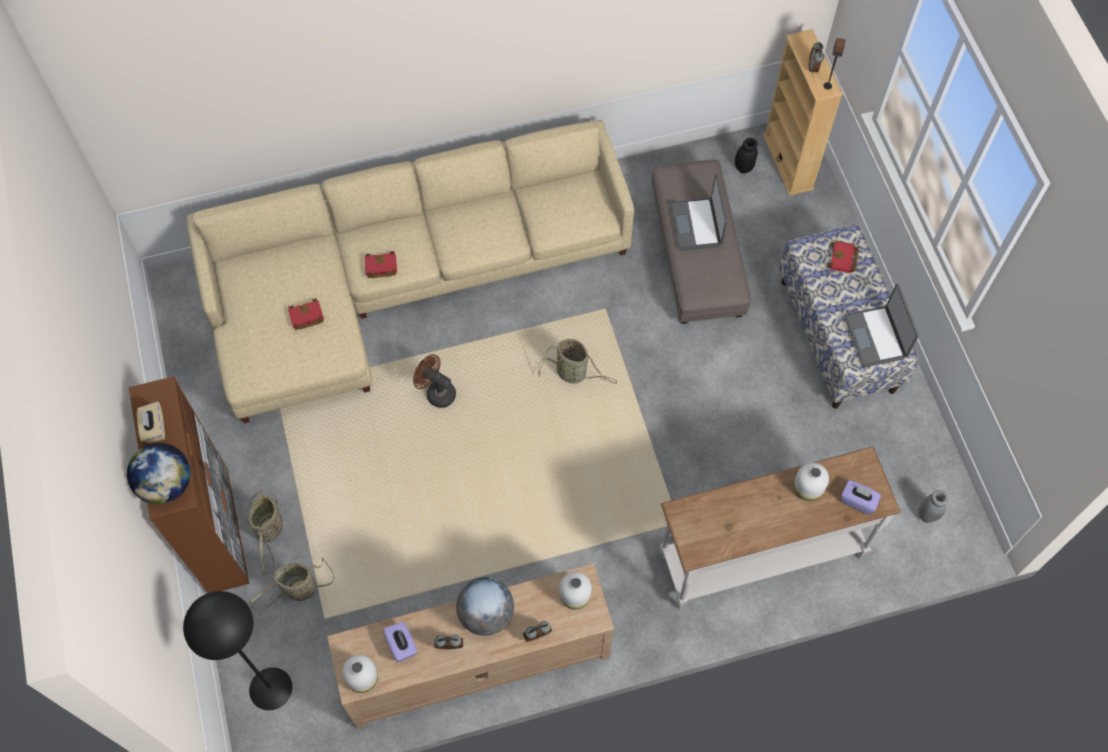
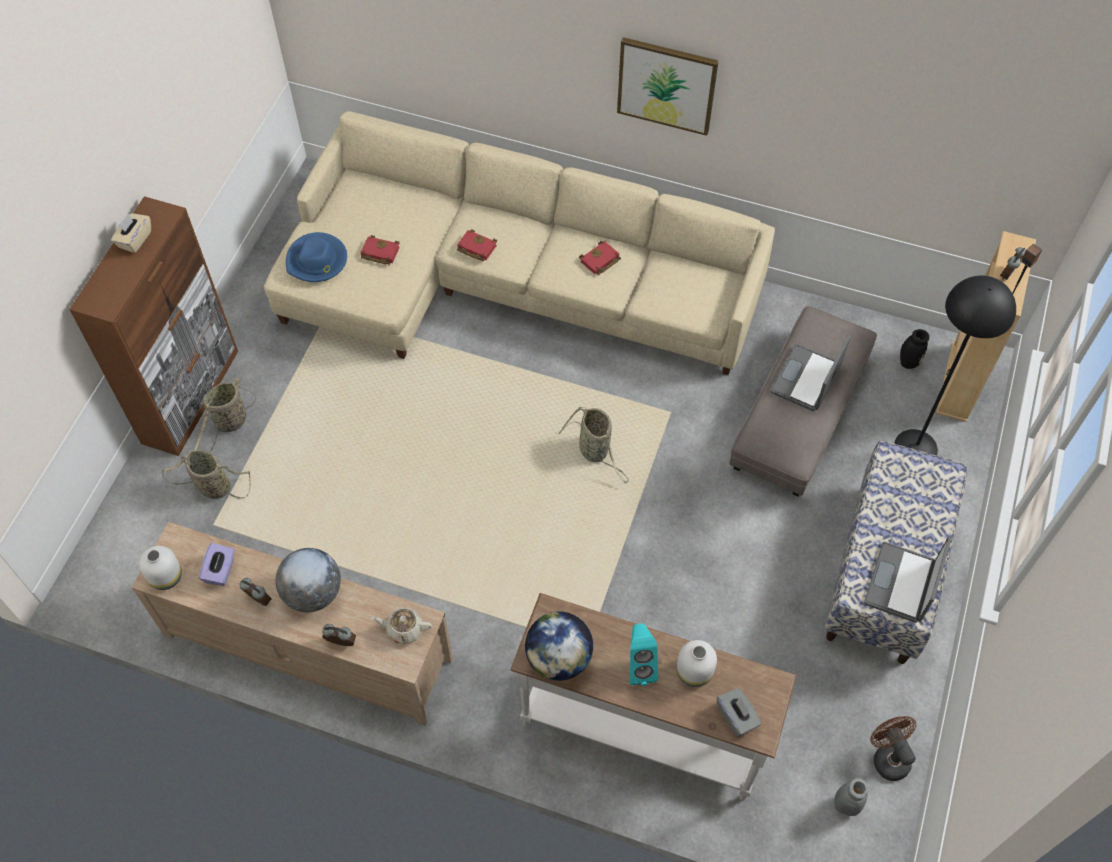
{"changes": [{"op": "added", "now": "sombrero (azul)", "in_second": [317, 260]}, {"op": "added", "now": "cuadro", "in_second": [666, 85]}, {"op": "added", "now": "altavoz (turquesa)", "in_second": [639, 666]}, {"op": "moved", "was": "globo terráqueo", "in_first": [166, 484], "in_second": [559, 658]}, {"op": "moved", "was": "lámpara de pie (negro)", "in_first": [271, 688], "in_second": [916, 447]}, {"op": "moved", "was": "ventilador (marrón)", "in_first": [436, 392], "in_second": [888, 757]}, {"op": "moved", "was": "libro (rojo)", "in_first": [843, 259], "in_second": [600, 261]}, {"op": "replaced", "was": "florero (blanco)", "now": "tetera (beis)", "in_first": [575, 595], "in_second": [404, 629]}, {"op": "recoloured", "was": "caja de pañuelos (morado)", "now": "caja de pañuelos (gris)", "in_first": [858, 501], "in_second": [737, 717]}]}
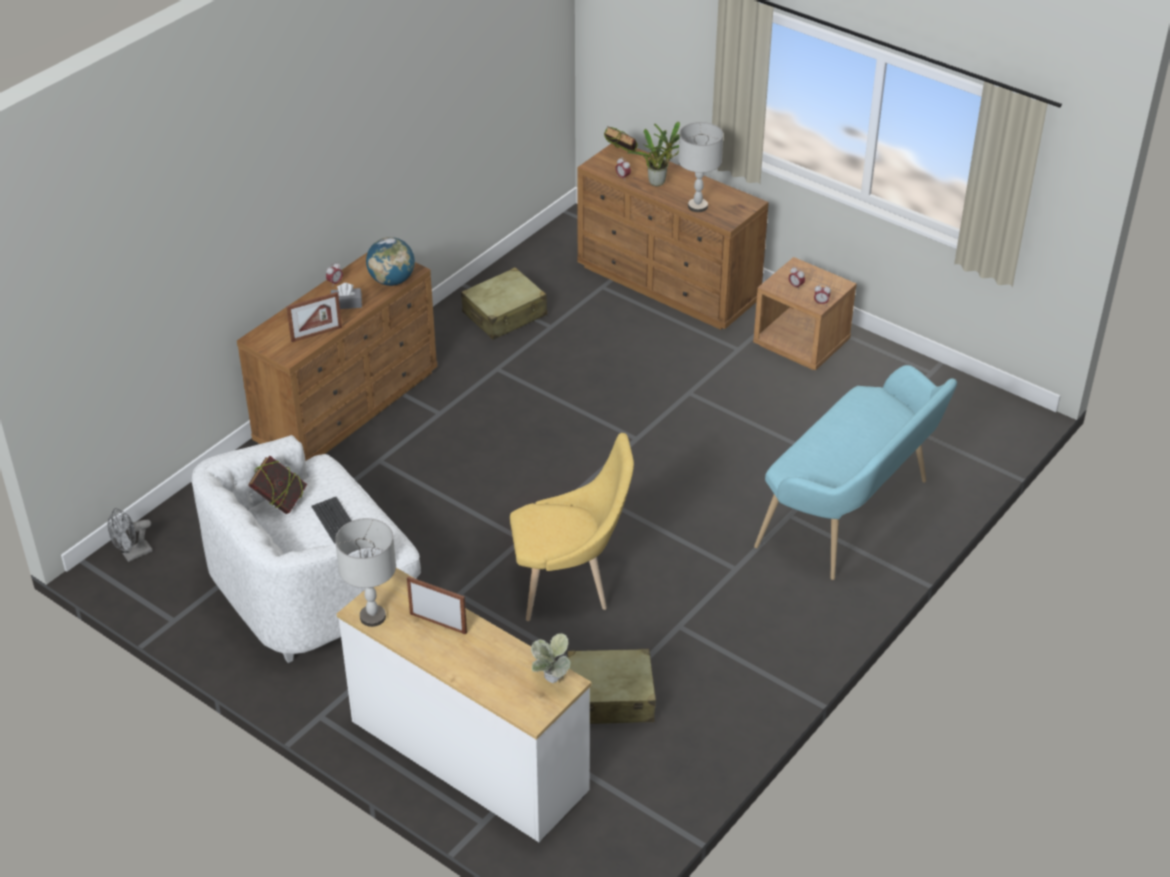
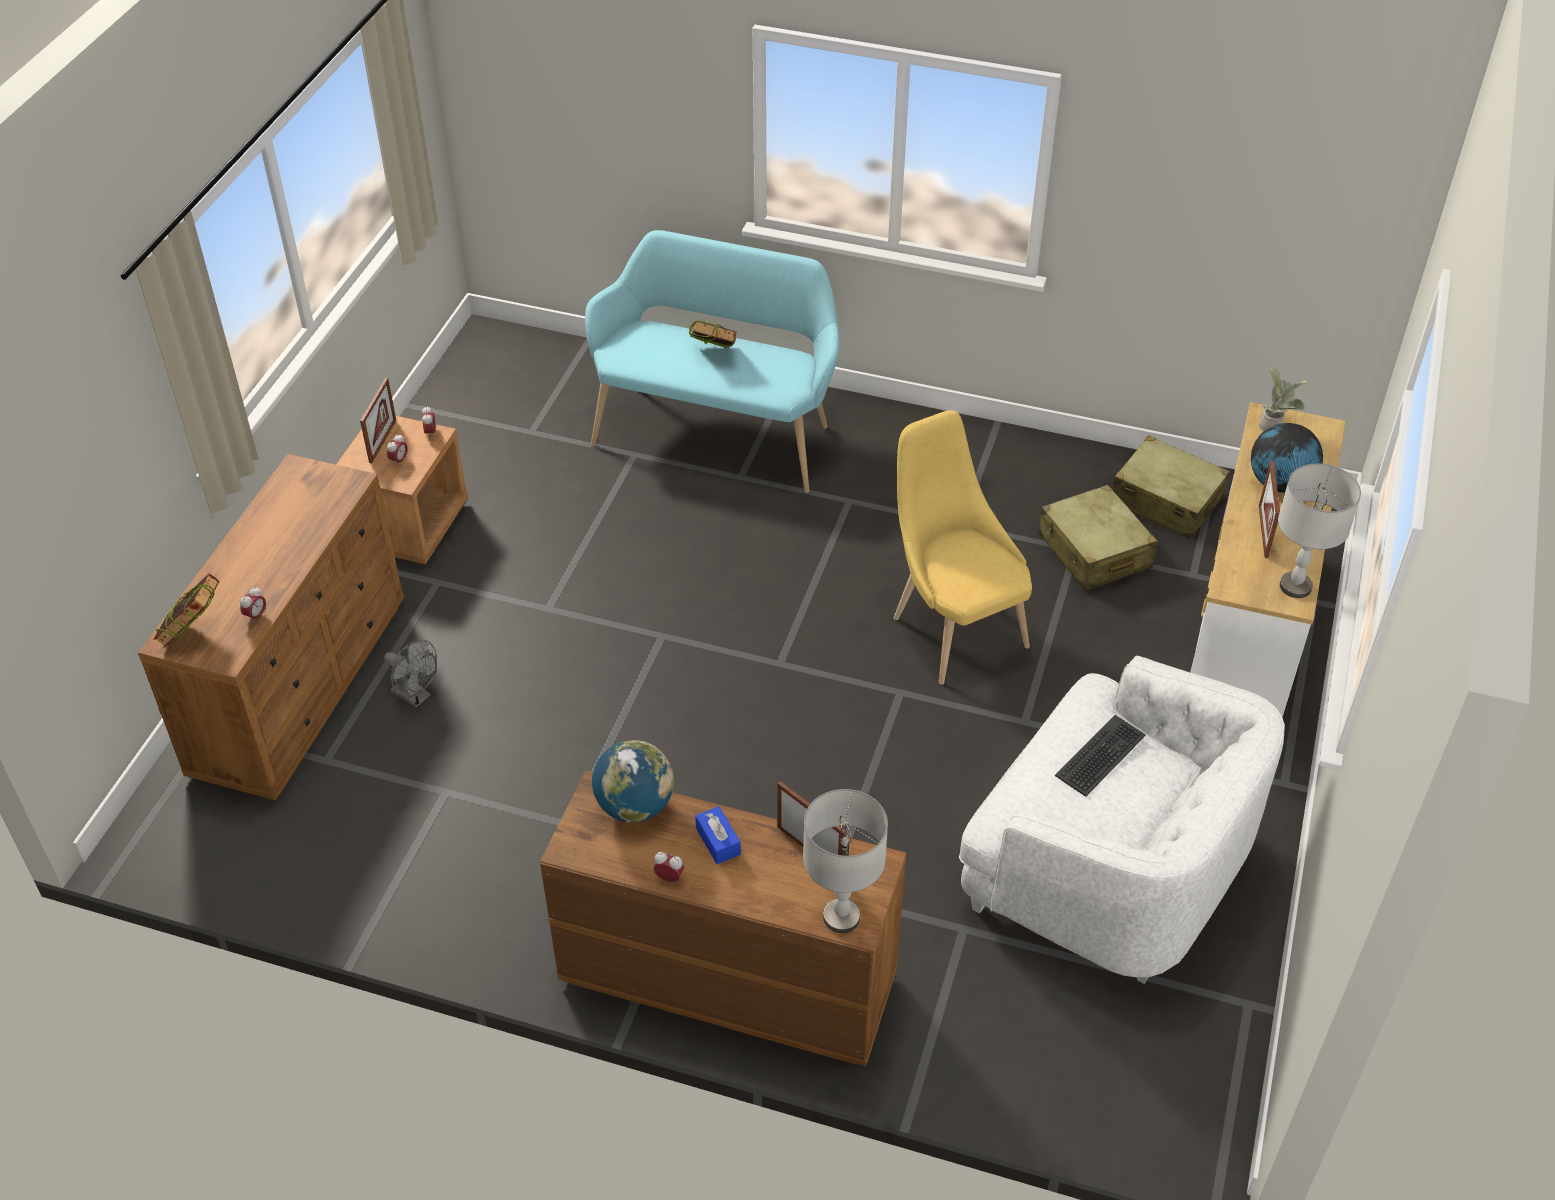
{"changes": [{"op": "removed", "was": "planta en maceta", "in_first": [659, 182]}, {"op": "added", "now": "portarretratos", "in_second": [382, 441]}, {"op": "added", "now": "globo terráqueo", "in_second": [1279, 484]}, {"op": "moved", "was": "ventilador (gris)", "in_first": [133, 555], "in_second": [416, 696]}, {"op": "moved", "was": "libro", "in_first": [280, 502], "in_second": [713, 356]}, {"op": "moved", "was": "maleta (beis)", "in_first": [505, 314], "in_second": [1165, 501]}, {"op": "moved", "was": "lámpara de mesa (gris)", "in_first": [697, 206], "in_second": [842, 918]}, {"op": "recoloured", "was": "caja de pañuelos (gris)", "now": "caja de pañuelos (azul)", "in_first": [346, 304], "in_second": [718, 841]}]}
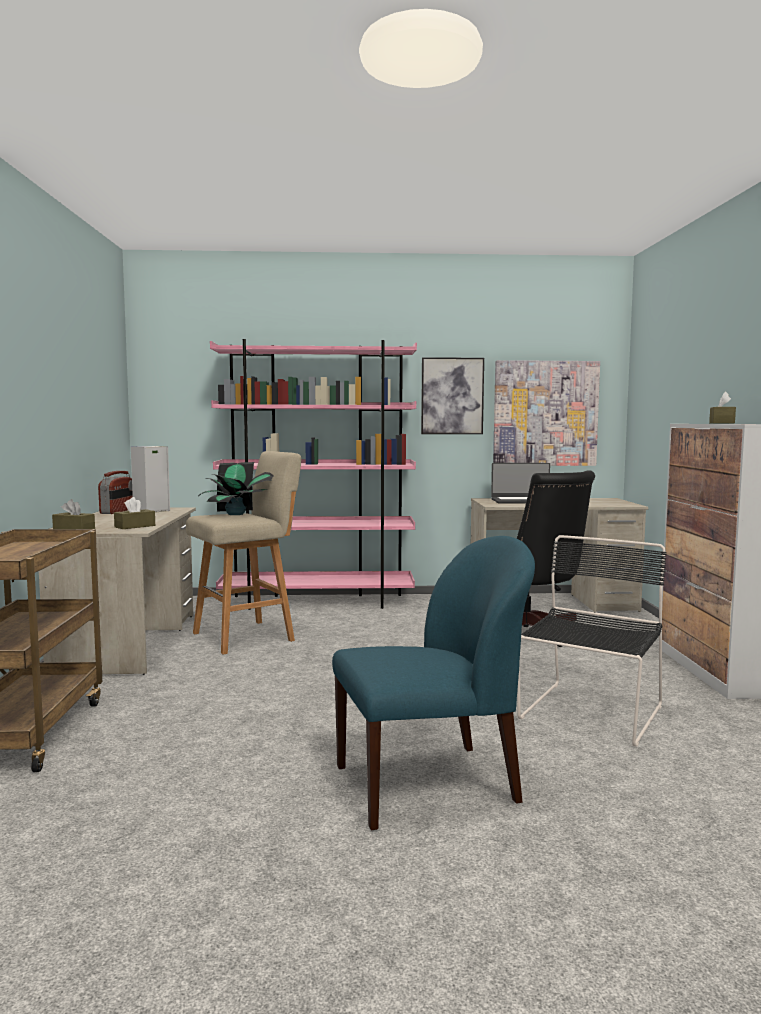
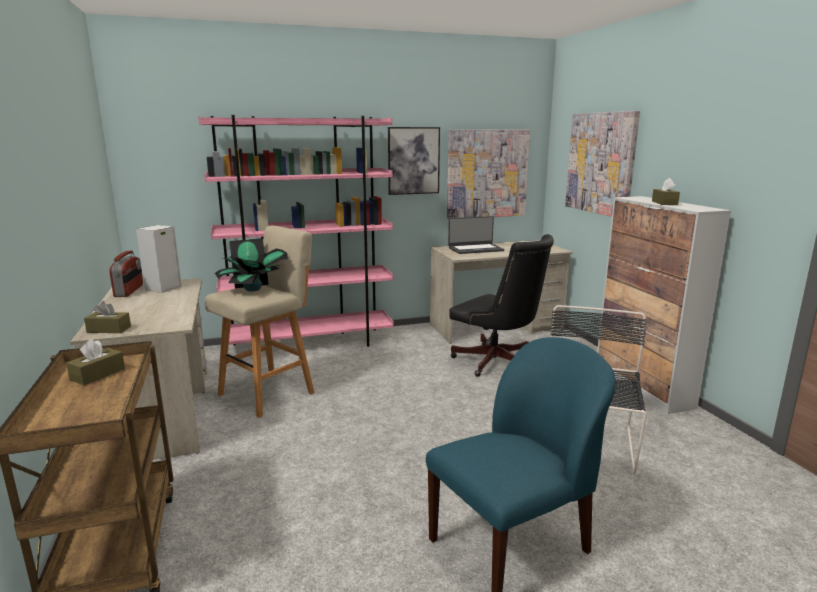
{"changes": [{"op": "added", "now": "cuadro", "in_second": [601, 163]}, {"op": "moved", "was": "caja de pañuelos (marrón)", "in_first": [135, 526], "in_second": [98, 374]}]}
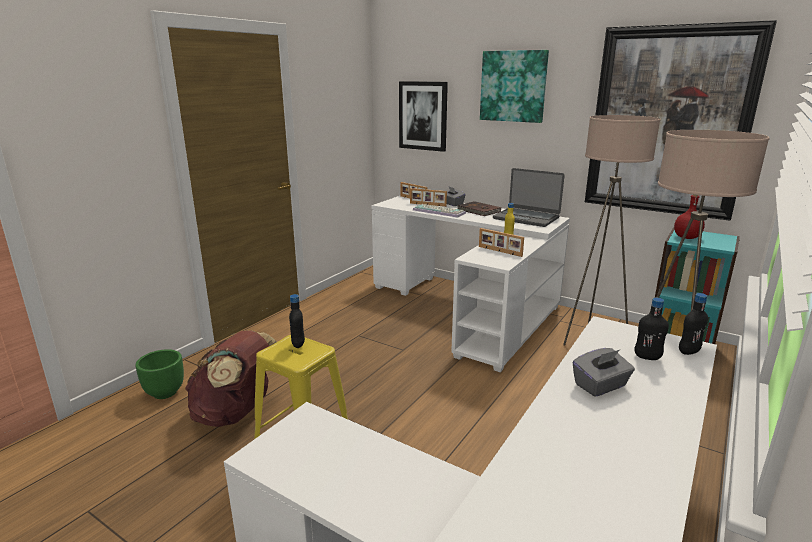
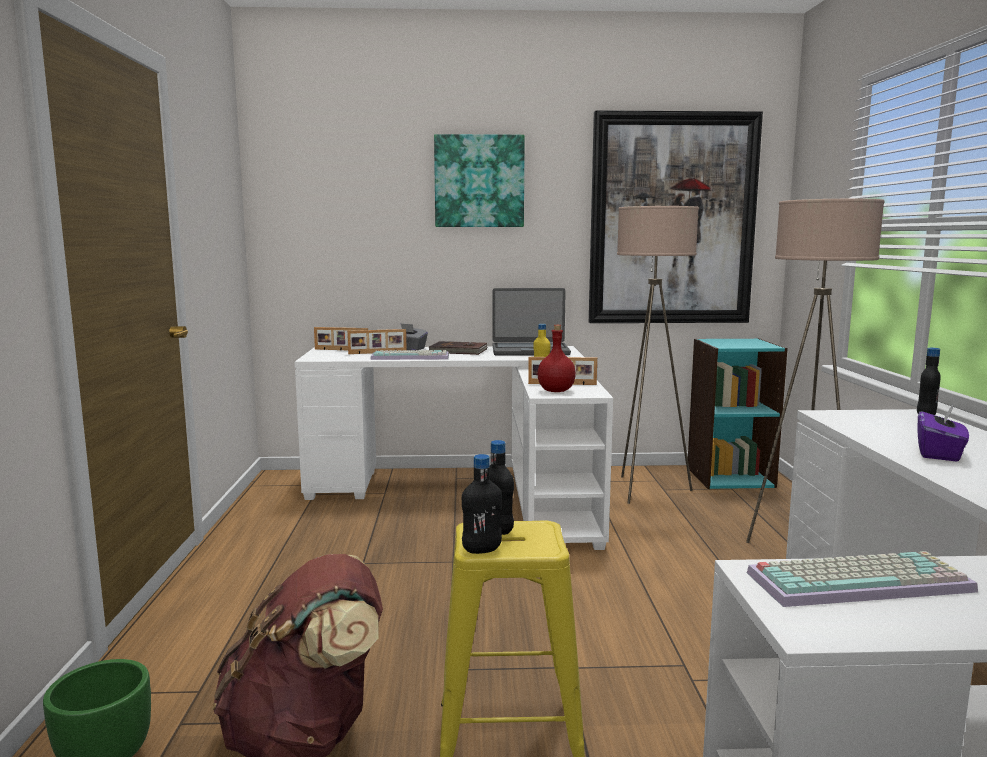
{"changes": [{"op": "removed", "was": "cuadro", "in_first": [423, 116]}, {"op": "added", "now": "teclado", "in_second": [859, 580]}, {"op": "moved", "was": "botella (negro)", "in_first": [647, 357], "in_second": [481, 550]}, {"op": "moved", "was": "botella (rojo)", "in_first": [687, 237], "in_second": [556, 391]}, {"op": "recoloured", "was": "caja de pañuelos (gris)", "now": "caja de pañuelos (morado)", "in_first": [600, 386], "in_second": [939, 453]}]}
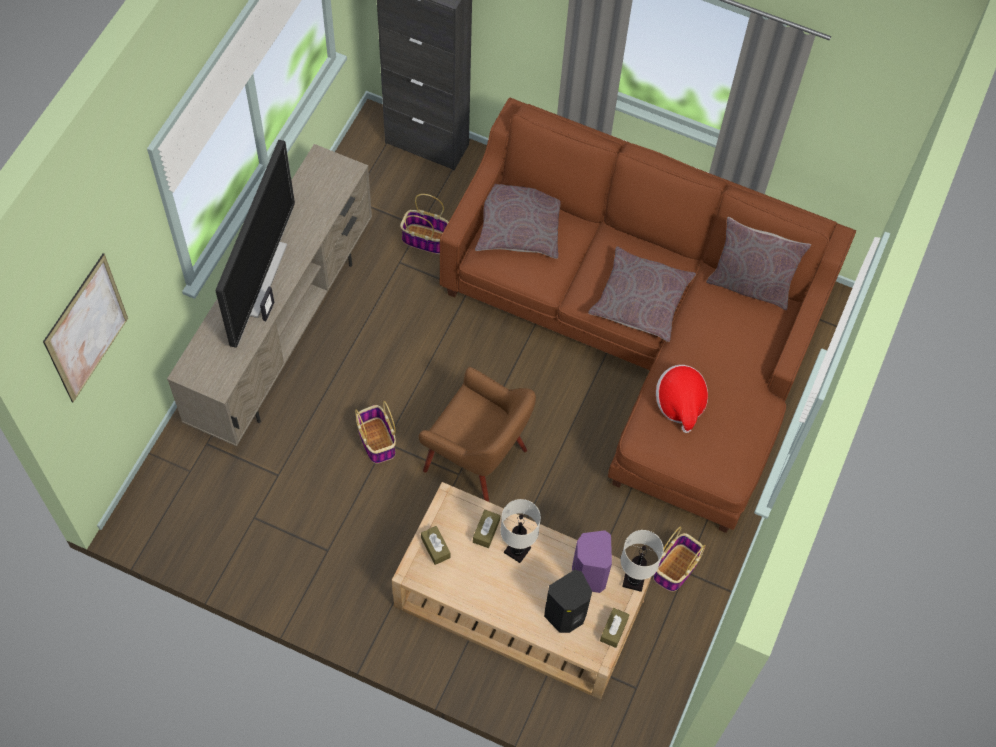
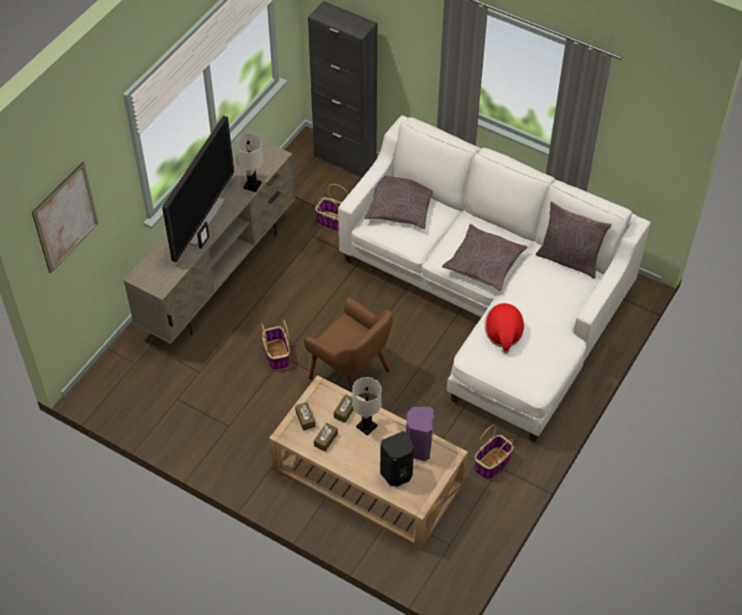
{"changes": [{"op": "moved", "was": "caja de pañuelos (marrón)", "in_first": [614, 630], "in_second": [326, 440]}, {"op": "moved", "was": "lámpara de mesa (blanco)", "in_first": [634, 580], "in_second": [252, 185]}, {"op": "recoloured", "was": "sofá (marrón)", "now": "sofá (blanco)", "in_first": [643, 334], "in_second": [490, 300]}]}
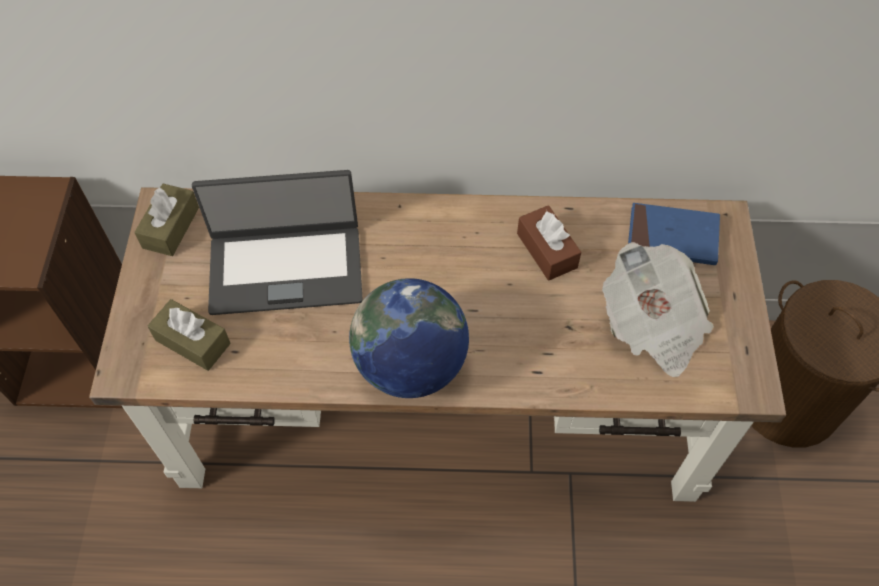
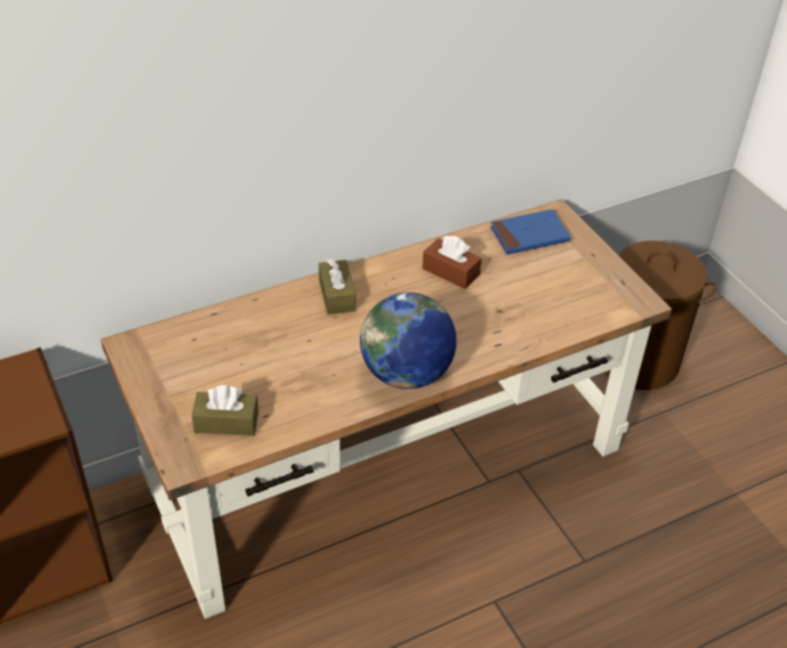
{"changes": [{"op": "removed", "was": "portátil", "in_first": [286, 268]}, {"op": "removed", "was": "periódico", "in_first": [652, 325]}, {"op": "moved", "was": "caja de pañuelos (marrón)", "in_first": [171, 227], "in_second": [337, 295]}]}
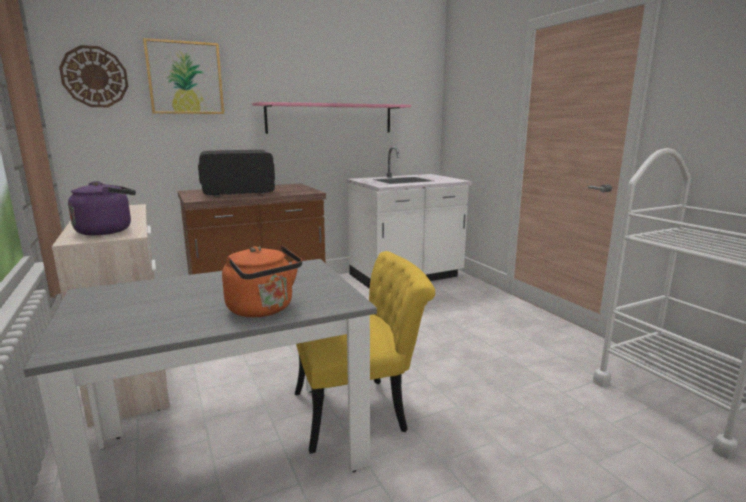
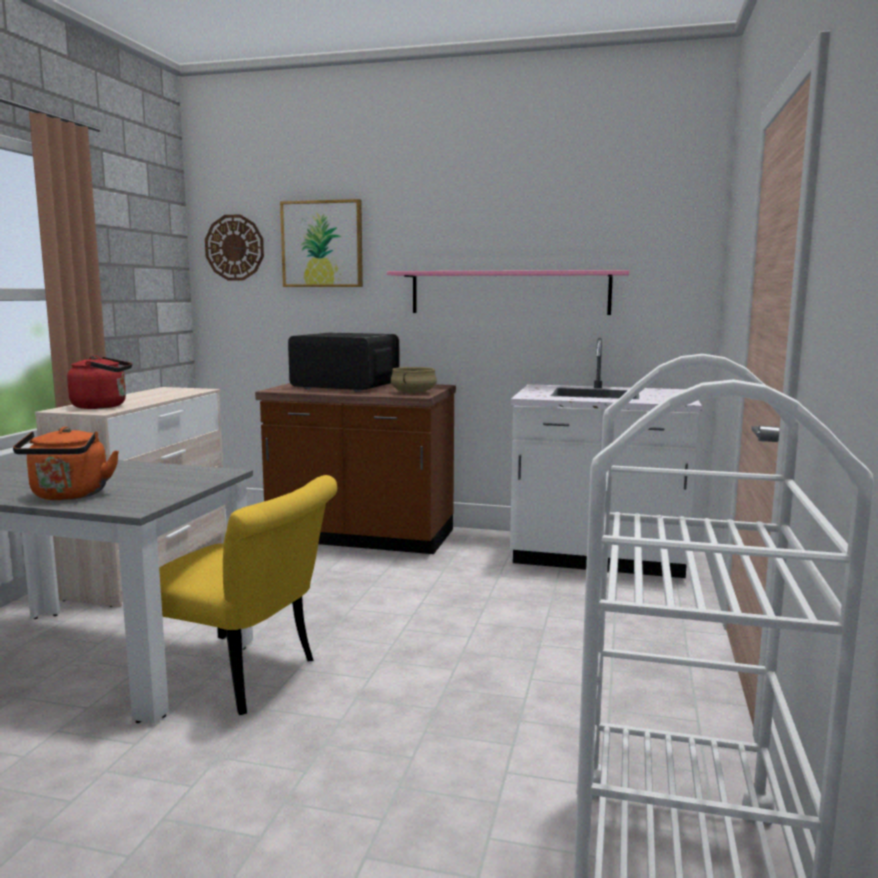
{"changes": [{"op": "added", "now": "olla (beis)", "in_second": [414, 392]}, {"op": "recoloured", "was": "hervidor (morado)", "now": "hervidor (rojo)", "in_first": [108, 231], "in_second": [103, 406]}]}
